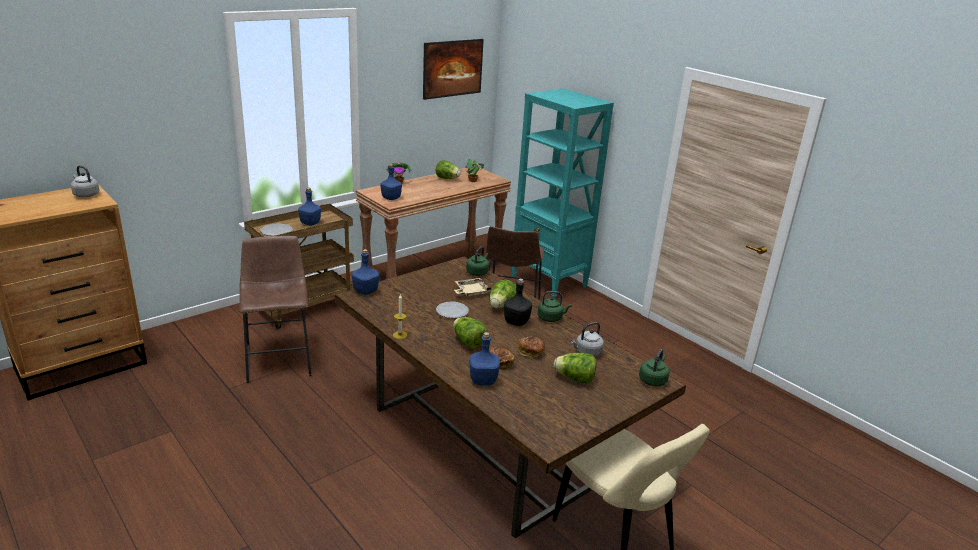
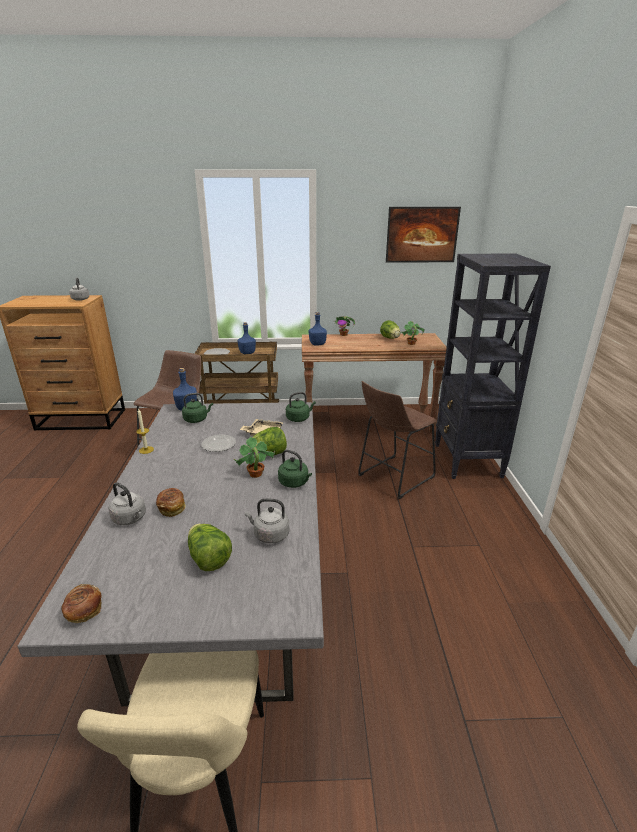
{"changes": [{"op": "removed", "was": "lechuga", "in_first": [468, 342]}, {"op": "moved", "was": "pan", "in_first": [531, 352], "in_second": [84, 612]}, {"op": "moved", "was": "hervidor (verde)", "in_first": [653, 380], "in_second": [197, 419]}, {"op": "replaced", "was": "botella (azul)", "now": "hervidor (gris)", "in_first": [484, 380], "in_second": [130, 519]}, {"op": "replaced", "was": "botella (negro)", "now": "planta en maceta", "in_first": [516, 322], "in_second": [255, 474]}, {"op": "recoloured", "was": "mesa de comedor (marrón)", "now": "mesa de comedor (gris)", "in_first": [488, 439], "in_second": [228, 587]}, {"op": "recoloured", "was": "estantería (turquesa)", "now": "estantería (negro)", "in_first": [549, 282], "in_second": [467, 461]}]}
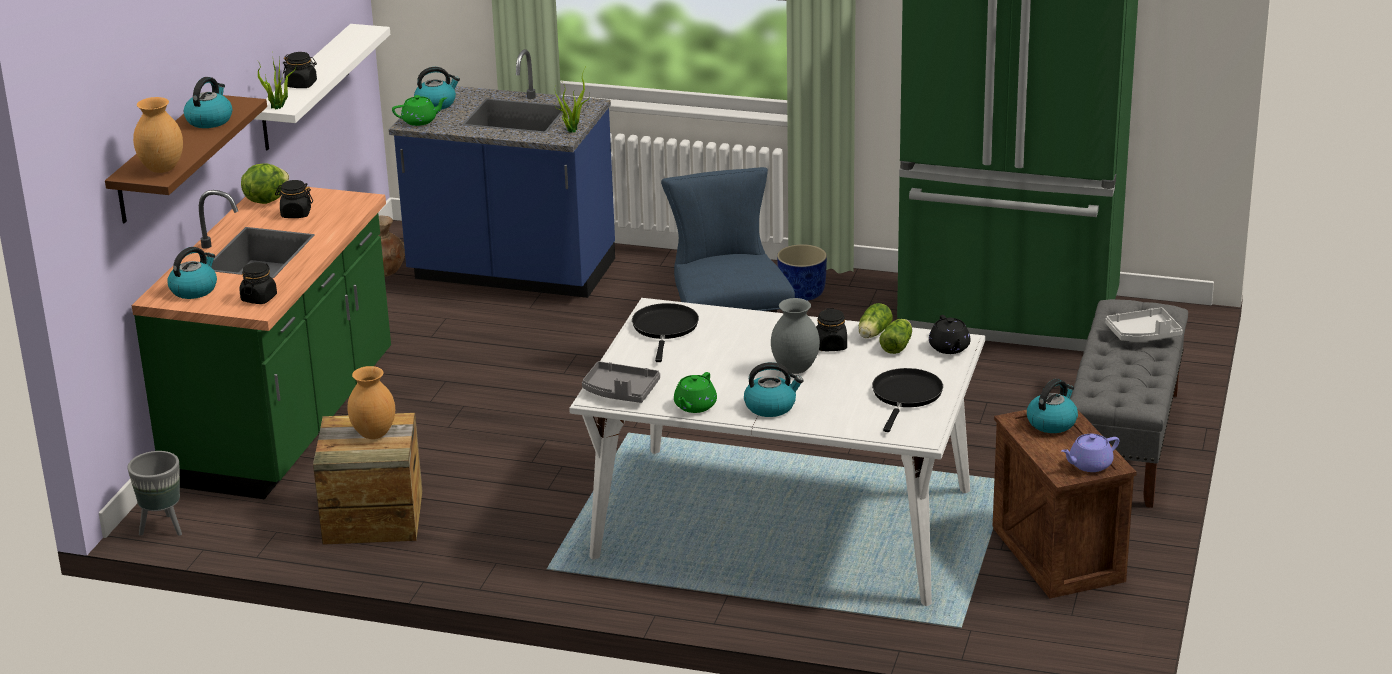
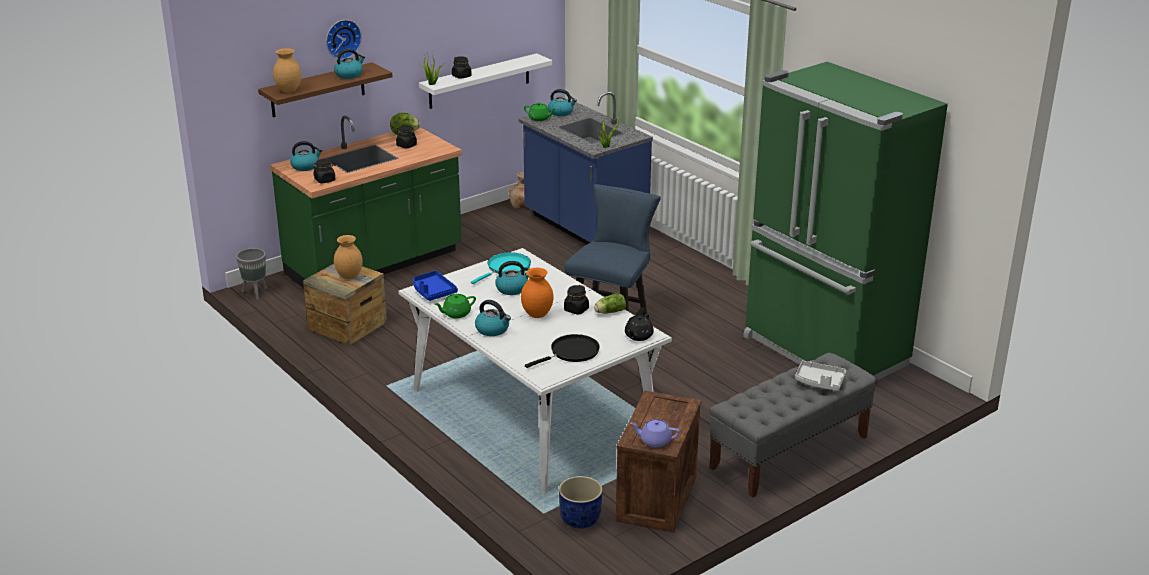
{"changes": [{"op": "removed", "was": "lechuga", "in_first": [897, 345]}, {"op": "added", "now": "reloj de pared", "in_second": [342, 38]}, {"op": "moved", "was": "maceta (azul)", "in_first": [802, 293], "in_second": [581, 519]}, {"op": "moved", "was": "hervidor", "in_first": [1052, 422], "in_second": [512, 289]}, {"op": "recoloured", "was": "bandeja (gris)", "now": "bandeja (azul)", "in_first": [620, 392], "in_second": [433, 292]}, {"op": "recoloured", "was": "sartén (negro)", "now": "sartén (turquesa)", "in_first": [665, 329], "in_second": [506, 268]}, {"op": "recoloured", "was": "florero (gris)", "now": "florero (naranja)", "in_first": [795, 369], "in_second": [537, 315]}]}
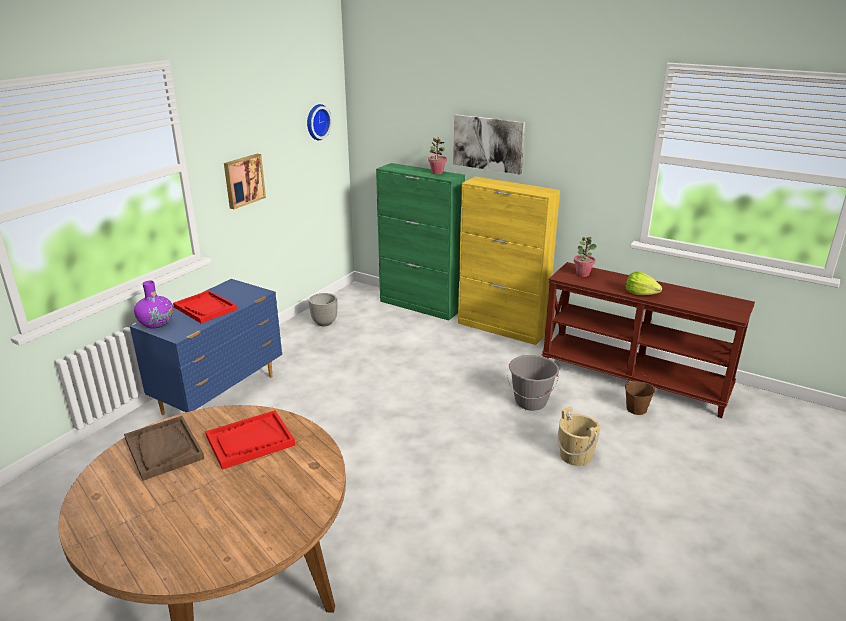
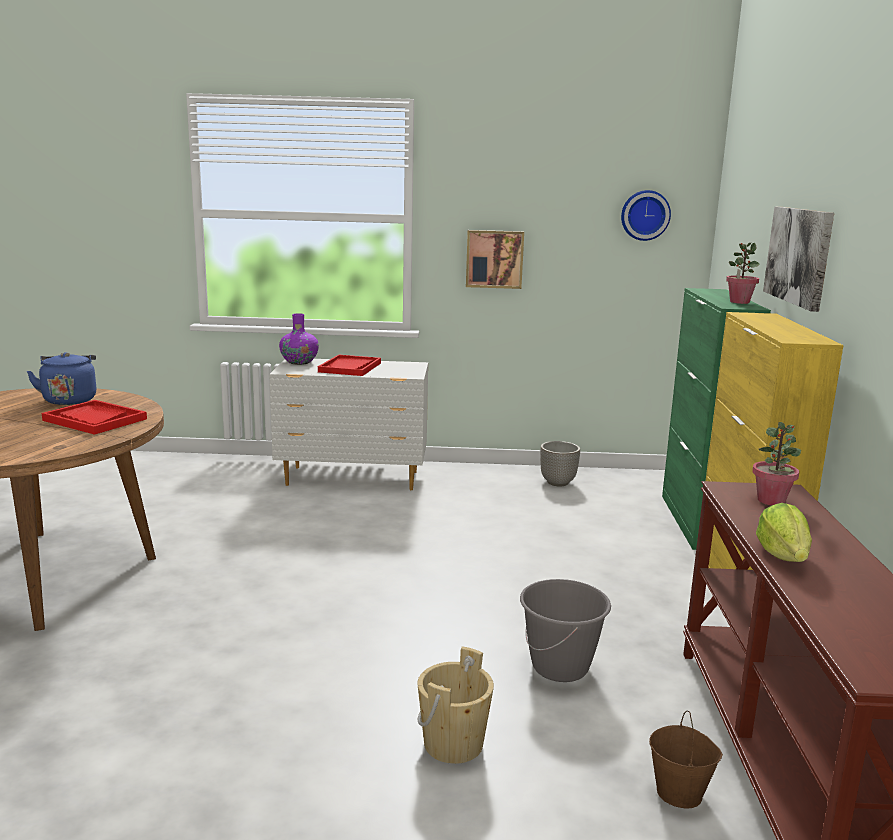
{"changes": [{"op": "replaced", "was": "bandeja (marrón)", "now": "hervidor (azul)", "in_first": [163, 449], "in_second": [70, 400]}, {"op": "recoloured", "was": "cómoda (azul)", "now": "cómoda (blanco)", "in_first": [221, 394], "in_second": [353, 479]}]}
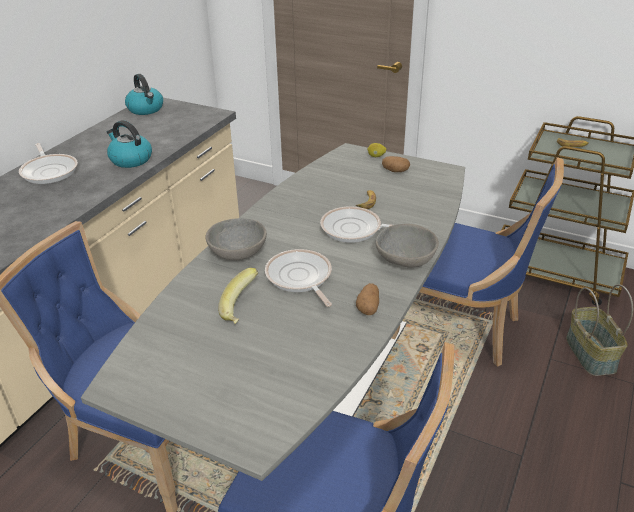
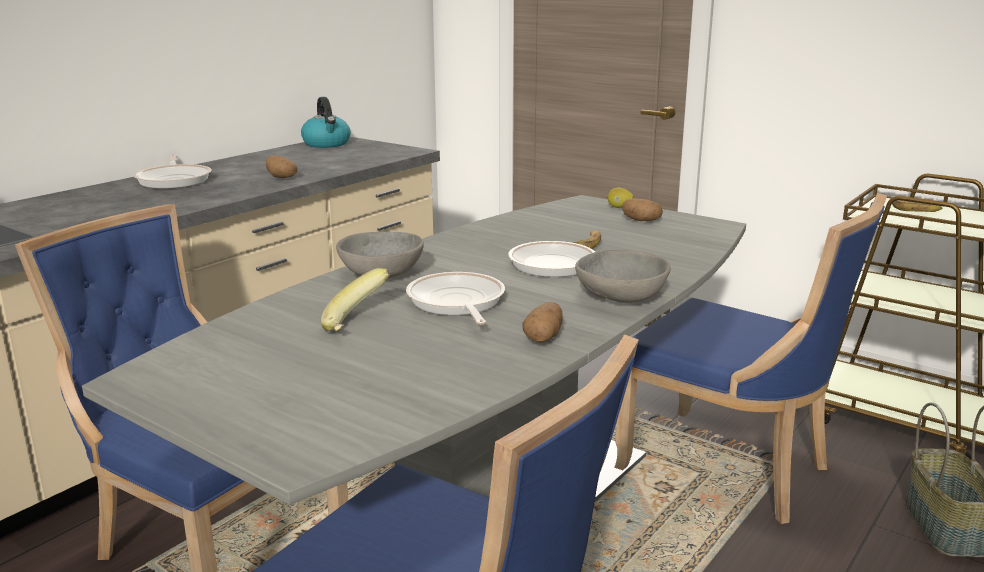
{"changes": [{"op": "replaced", "was": "hervidor", "now": "patata", "in_first": [130, 159], "in_second": [280, 177]}]}
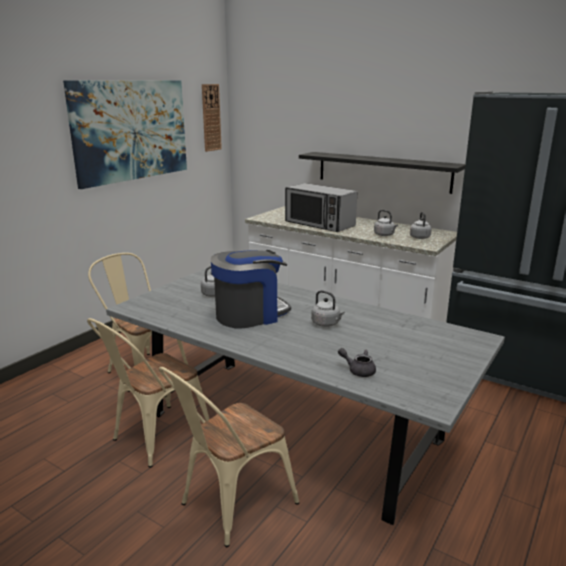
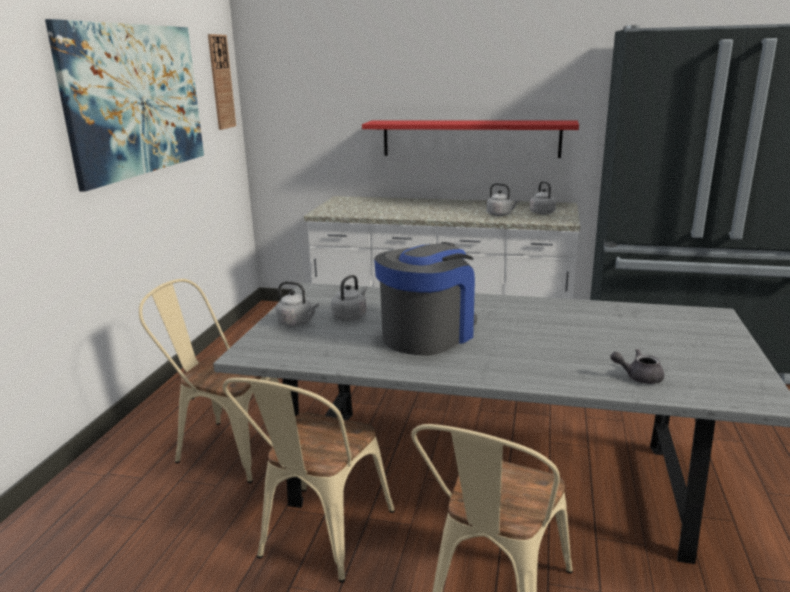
{"changes": [{"op": "removed", "was": "microondas", "in_first": [319, 224]}, {"op": "moved", "was": "hervidor (gris)", "in_first": [326, 324], "in_second": [297, 323]}, {"op": "recoloured", "was": "estante (negro)", "now": "estante (rojo)", "in_first": [383, 171], "in_second": [470, 138]}]}
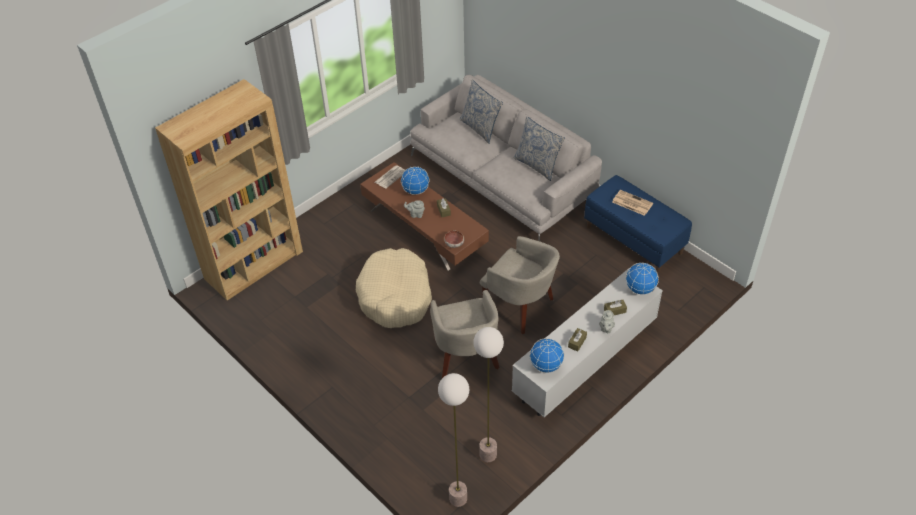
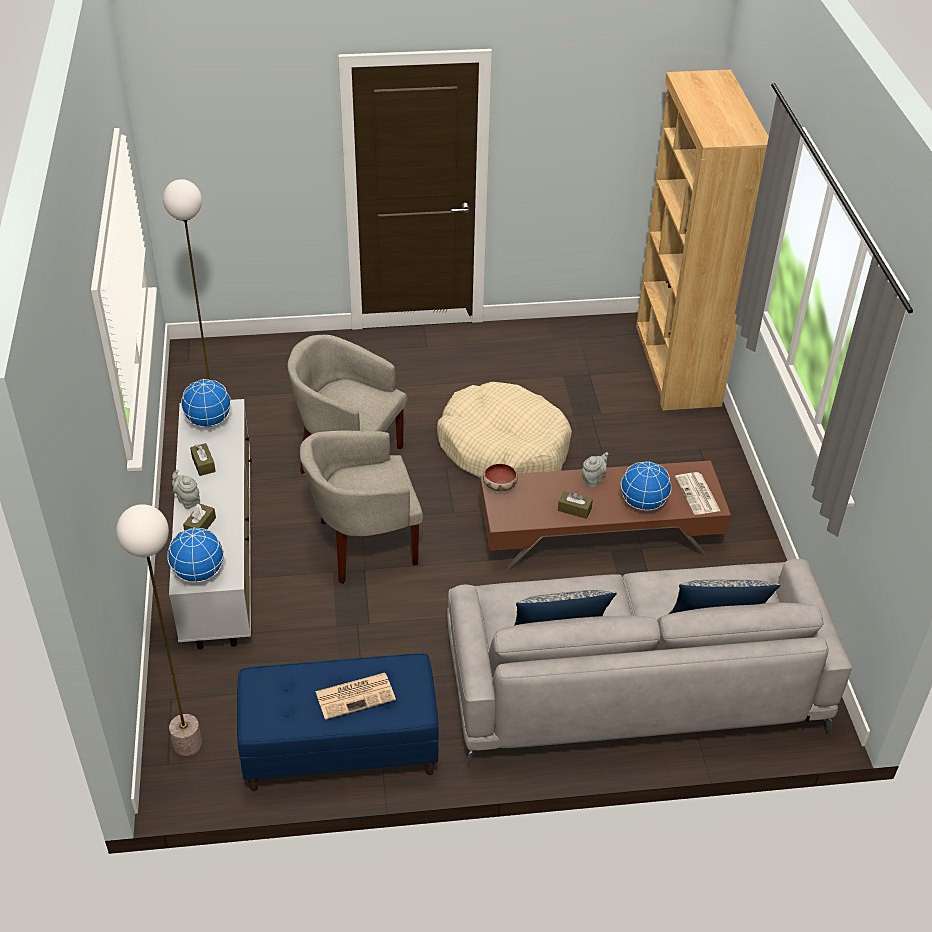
{"changes": [{"op": "moved", "was": "lámpara de pie", "in_first": [458, 499], "in_second": [187, 743]}]}
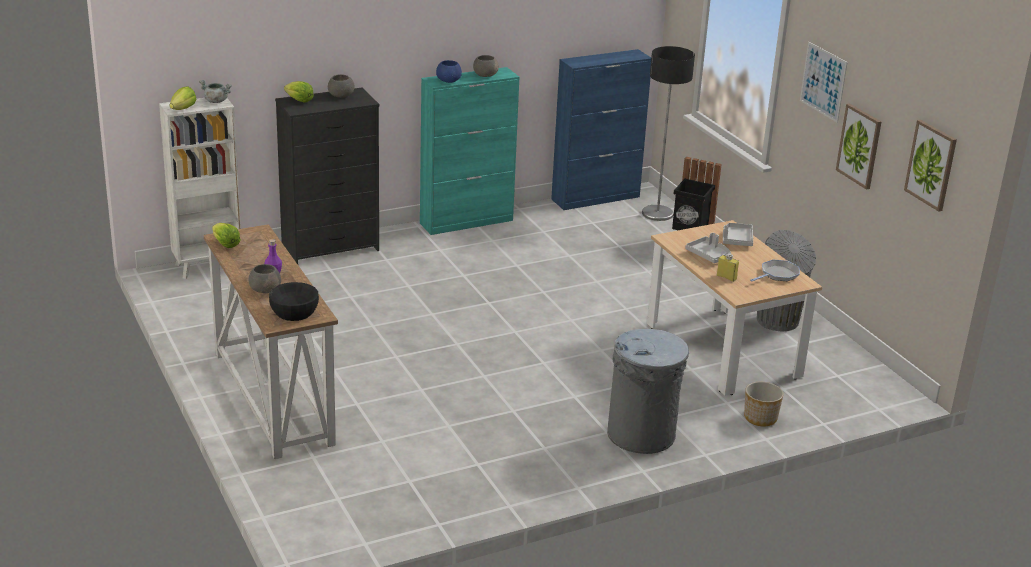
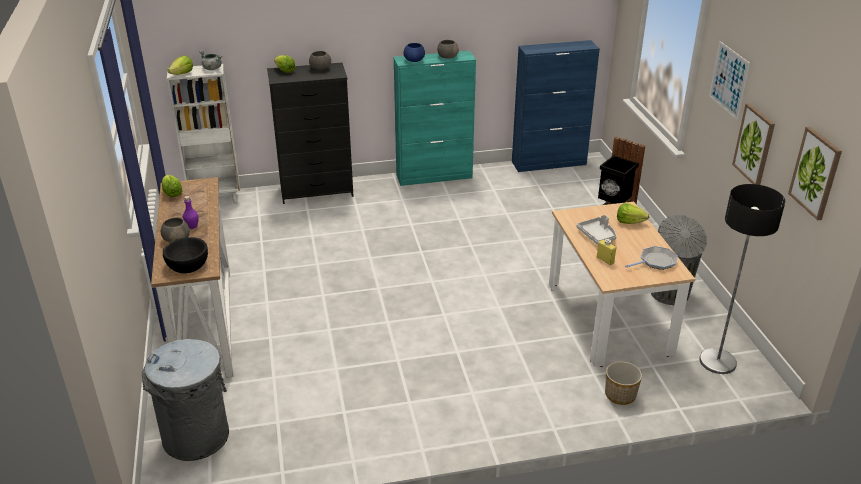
{"changes": [{"op": "moved", "was": "papelera (gris)", "in_first": [642, 435], "in_second": [196, 437]}, {"op": "moved", "was": "lámpara de pie", "in_first": [658, 214], "in_second": [718, 362]}, {"op": "replaced", "was": "bandeja (gris)", "now": "lechuga", "in_first": [737, 240], "in_second": [629, 222]}]}
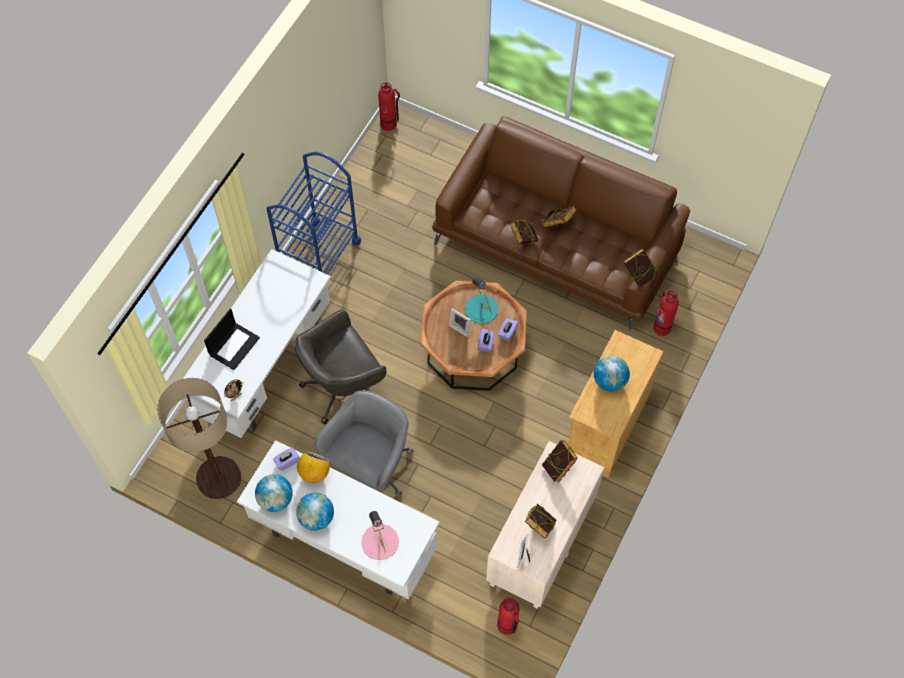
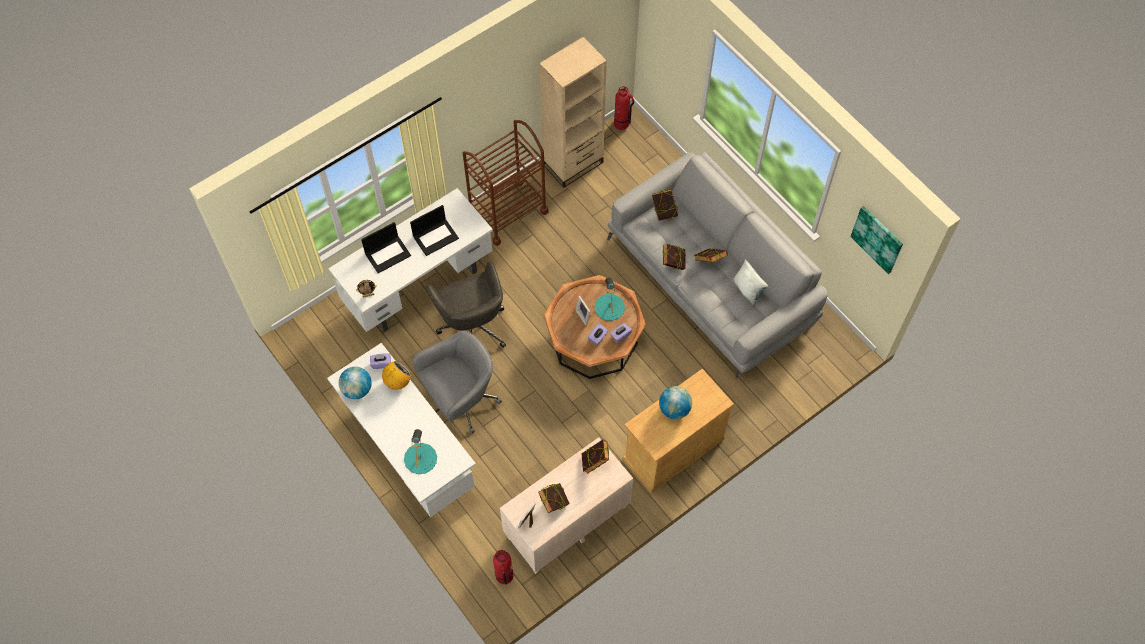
{"changes": [{"op": "removed", "was": "lámpara de pie", "in_first": [218, 478]}, {"op": "removed", "was": "globo terráqueo", "in_first": [316, 518]}, {"op": "removed", "was": "extintor", "in_first": [662, 327]}, {"op": "added", "now": "portátil", "in_second": [436, 236]}, {"op": "added", "now": "estantería (beis)", "in_second": [573, 163]}, {"op": "added", "now": "cojín (blanco)", "in_second": [748, 290]}, {"op": "added", "now": "cuadro", "in_second": [877, 239]}, {"op": "moved", "was": "libro", "in_first": [639, 275], "in_second": [664, 212]}, {"op": "recoloured", "was": "carrito (azul)", "now": "carrito (marrón)", "in_first": [319, 257], "in_second": [507, 212]}, {"op": "recoloured", "was": "lámpara de mesa (rosa)", "now": "lámpara de mesa (turquesa)", "in_first": [380, 542], "in_second": [420, 458]}, {"op": "recoloured", "was": "sofá (marrón)", "now": "sofá (gris)", "in_first": [557, 243], "in_second": [712, 280]}, {"op": "turned", "was": "silla de oficina (gris)", "in_first": [344, 387], "in_second": [473, 326], "clockwise": -105}]}
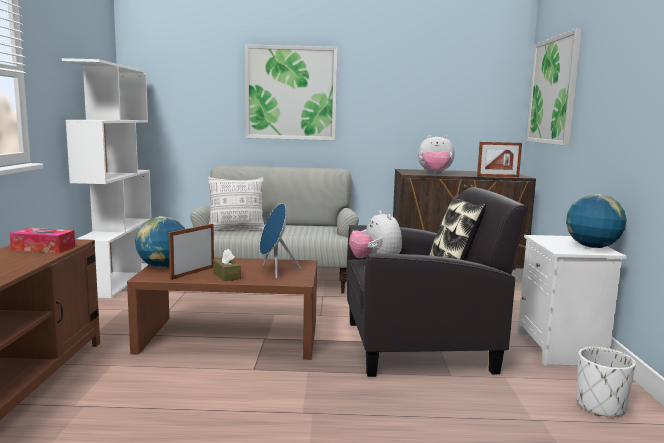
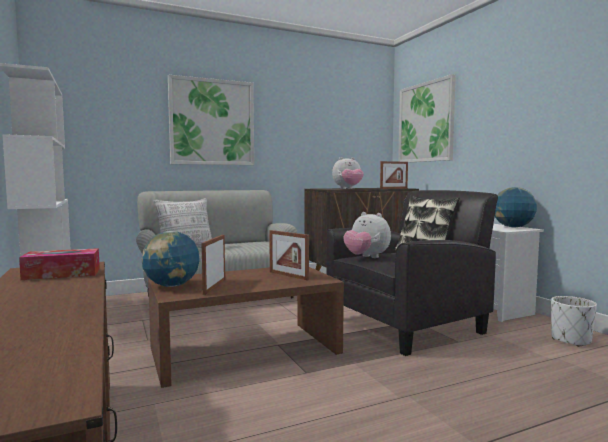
{"changes": [{"op": "removed", "was": "caja de pañuelos (marrón)", "in_first": [226, 276]}, {"op": "replaced", "was": "altavoz (azul)", "now": "portarretratos", "in_first": [275, 271], "in_second": [288, 276]}]}
